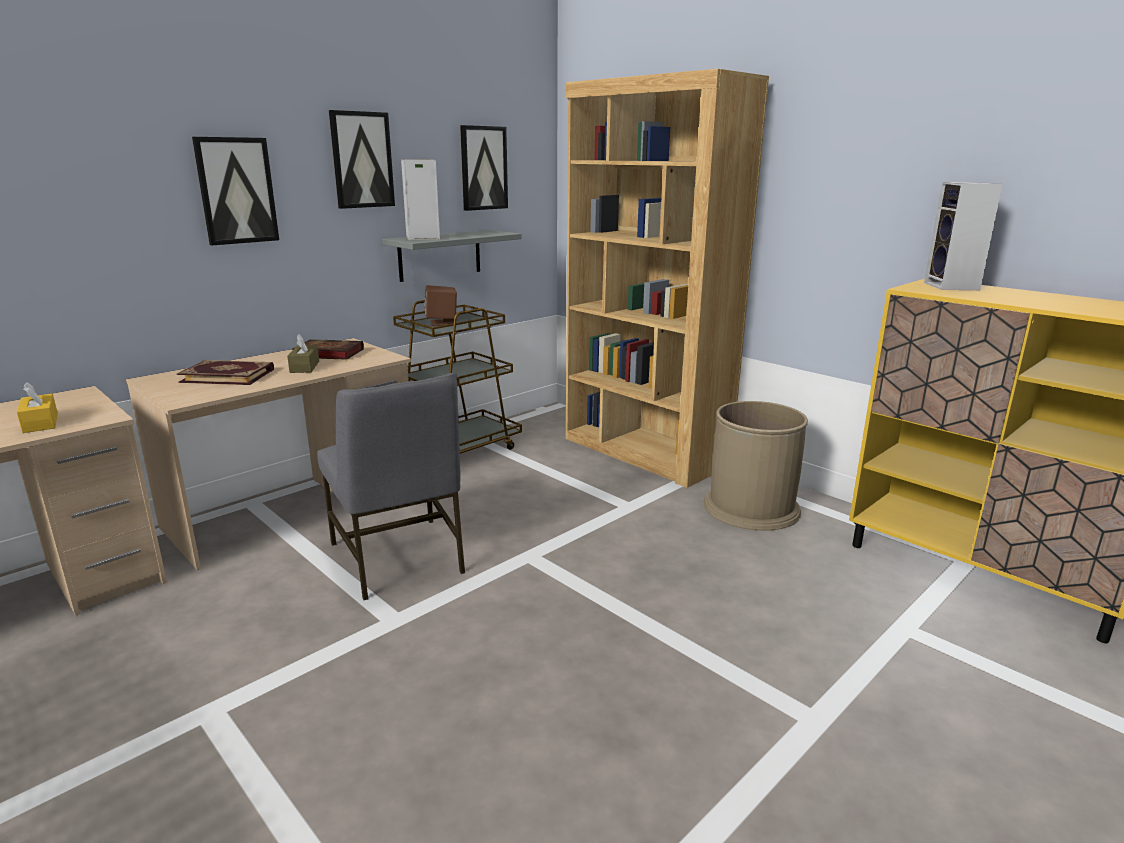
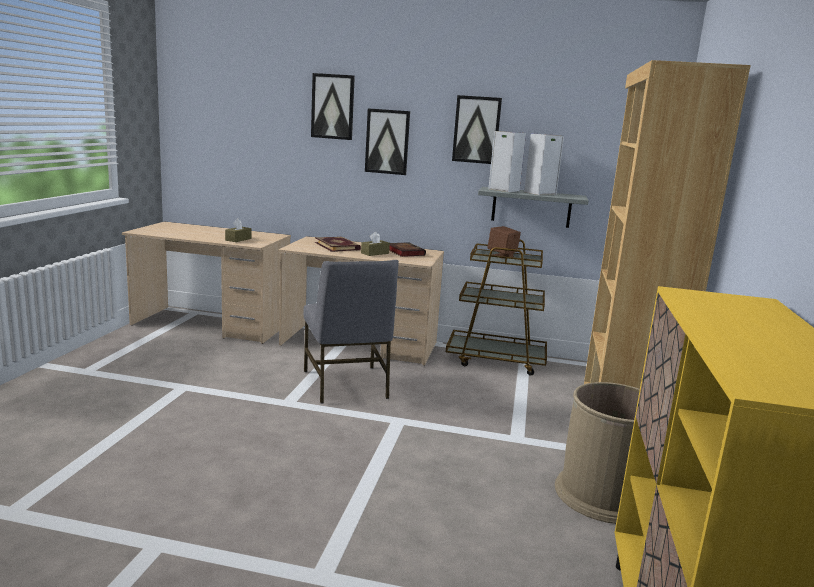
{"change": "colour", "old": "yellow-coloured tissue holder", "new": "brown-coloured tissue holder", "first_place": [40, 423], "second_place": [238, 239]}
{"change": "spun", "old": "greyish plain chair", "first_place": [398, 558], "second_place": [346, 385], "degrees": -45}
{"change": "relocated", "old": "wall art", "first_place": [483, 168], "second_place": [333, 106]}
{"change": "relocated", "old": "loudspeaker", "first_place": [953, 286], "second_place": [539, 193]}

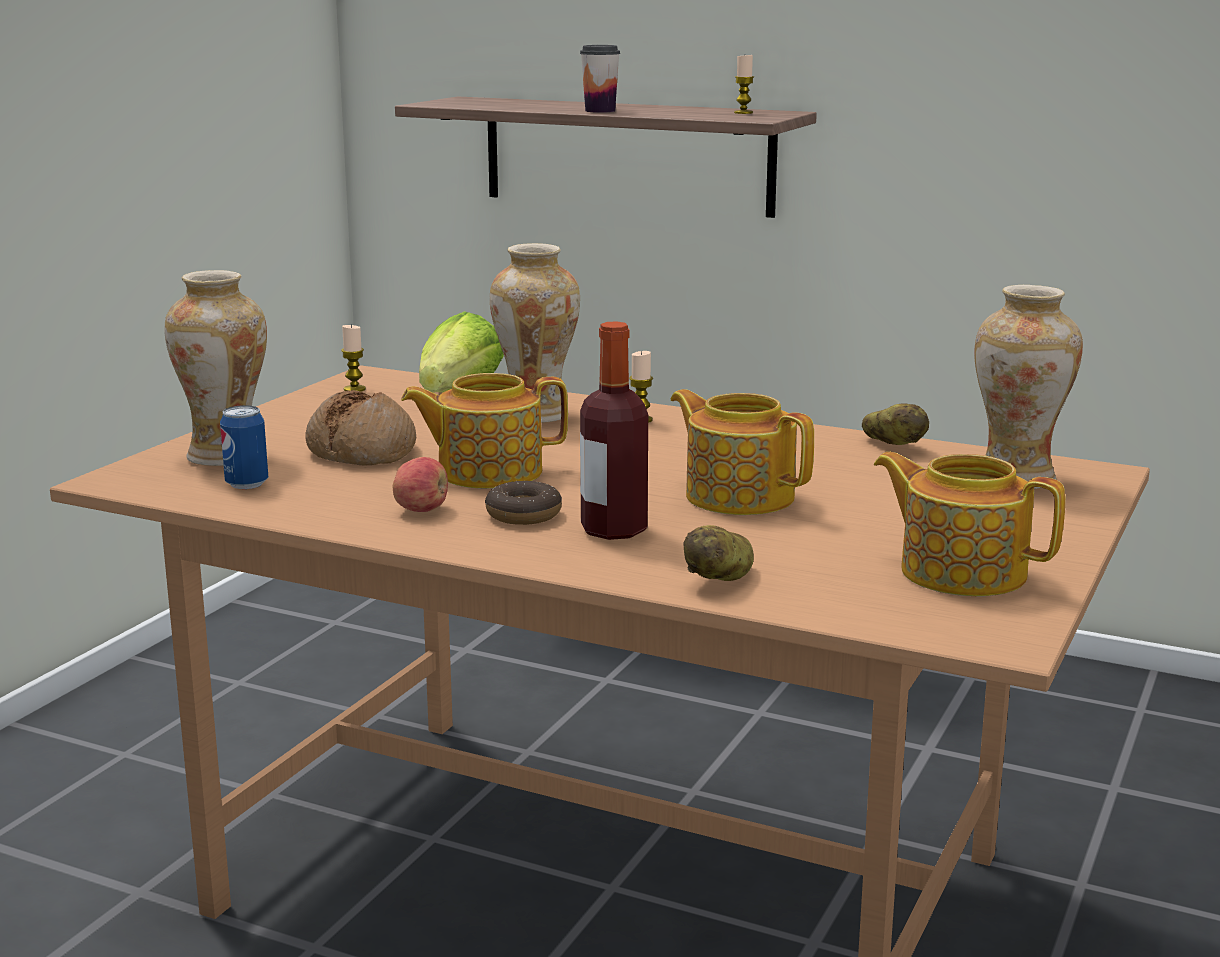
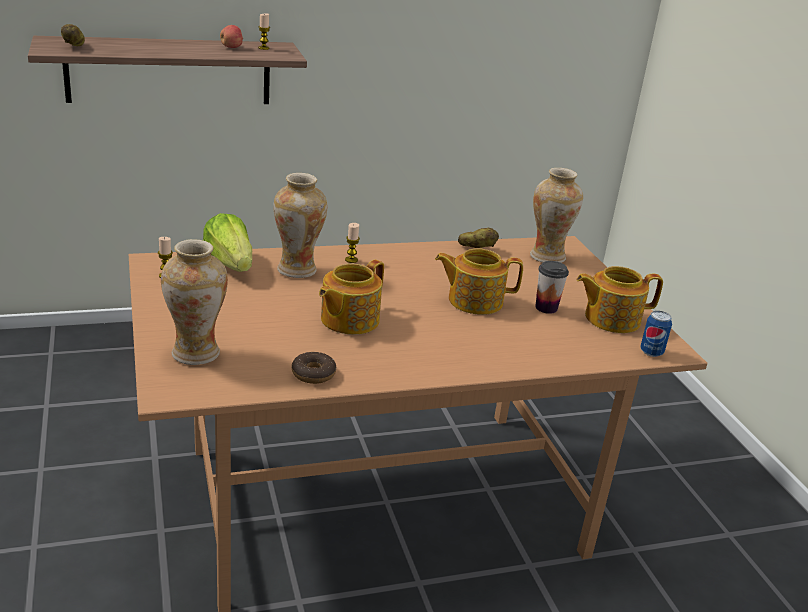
{"change": "relocated", "old": "sealed can", "first_place": [247, 484], "second_place": [651, 352]}
{"change": "missing", "old": "bakery bread", "first_place": [362, 451]}
{"change": "relocated", "old": "whole apple", "first_place": [421, 510], "second_place": [231, 47]}
{"change": "relocated", "old": "doughnut", "first_place": [523, 515], "second_place": [313, 374]}
{"change": "relocated", "old": "drinking cup", "first_place": [600, 111], "second_place": [546, 308]}
{"change": "missing", "old": "bottle", "first_place": [613, 530]}
{"change": "relocated", "old": "whole potato", "first_place": [721, 579], "second_place": [74, 46]}

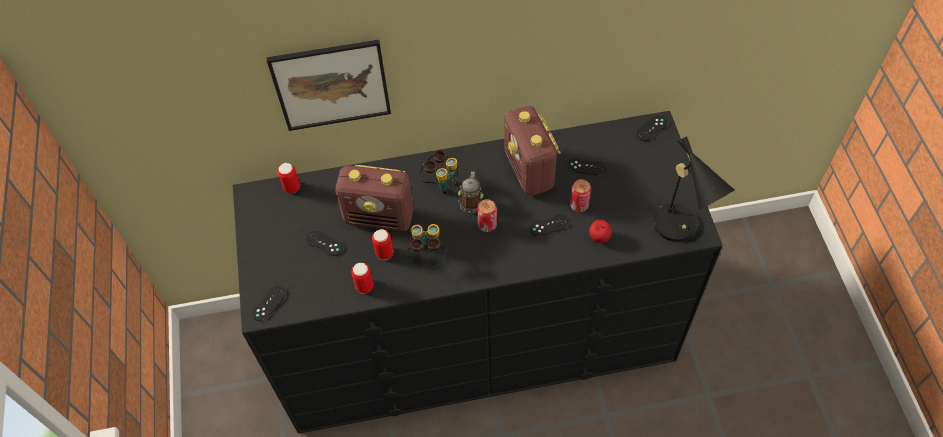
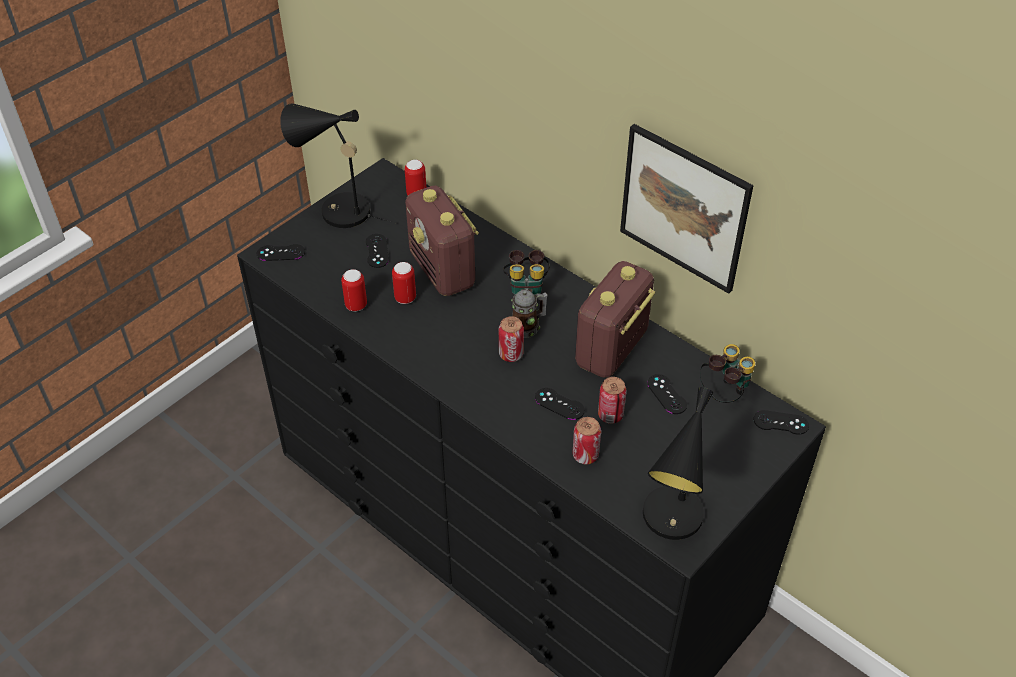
{"change": "relocated", "old": "wall art", "first_place": [331, 85], "second_place": [684, 208]}
{"change": "relocated", "old": "pair of binoculars", "first_place": [427, 257], "second_place": [723, 394]}
{"change": "exchanged", "old": "whole apple", "new": "sealed can", "first_place": [599, 238], "second_place": [585, 455]}
{"change": "appeared", "new": "black-coloured lamp for a table", "second_place": [338, 211]}

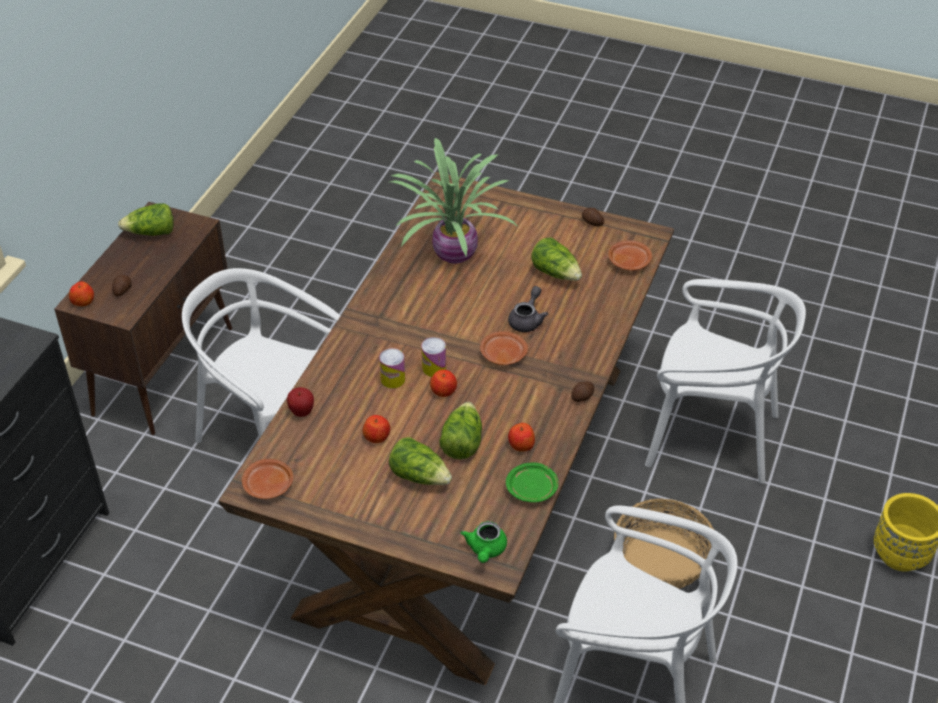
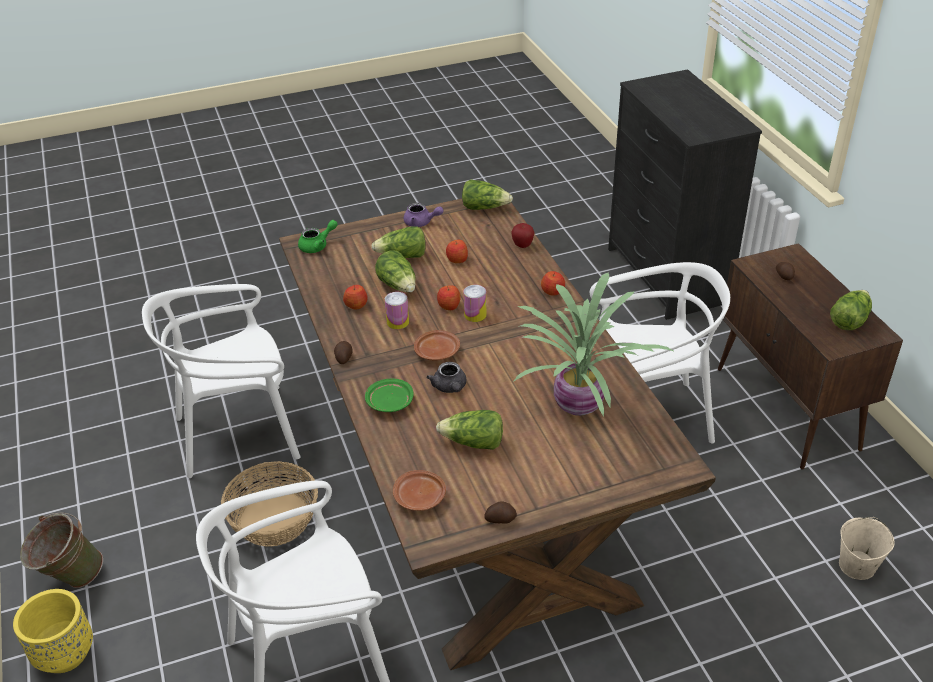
{"change": "relocated", "old": "whole apple", "first_place": [83, 301], "second_place": [553, 291]}
{"change": "exchanged", "old": "brown-coloured dinner plate", "new": "head of lettuce", "first_place": [268, 486], "second_place": [484, 207]}
{"change": "relocated", "old": "sealed can", "first_place": [393, 379], "second_place": [397, 322]}
{"change": "spun", "old": "green-coloured pot for tea", "first_place": [485, 550], "second_place": [317, 246], "degrees": 90}
{"change": "relocated", "old": "green-coloured dinner plate", "first_place": [532, 488], "second_place": [389, 402]}
{"change": "appeared", "new": "green-coloured water bucket", "second_place": [70, 578]}
{"change": "appeared", "new": "purple-coloured pot for tea", "second_place": [421, 223]}
{"change": "appeared", "new": "beige-coloured water bucket", "second_place": [857, 566]}

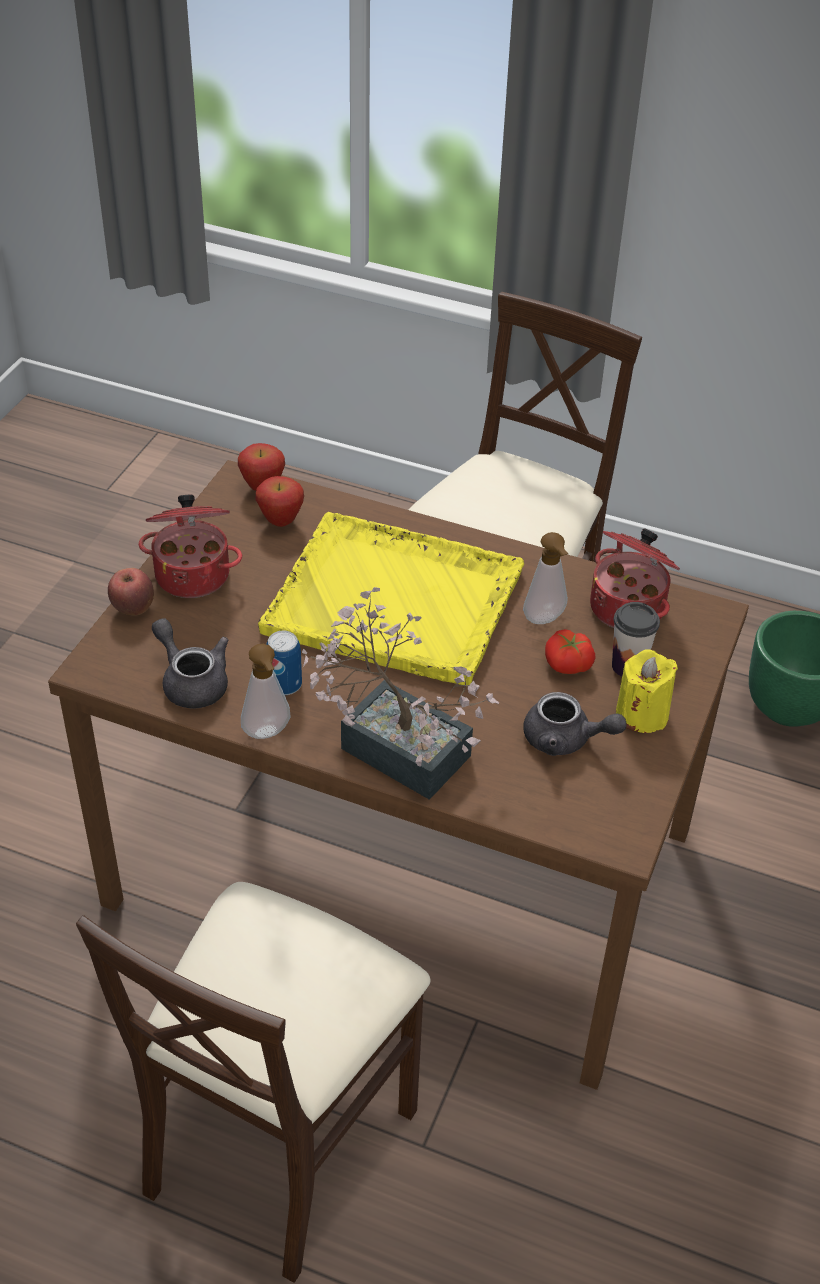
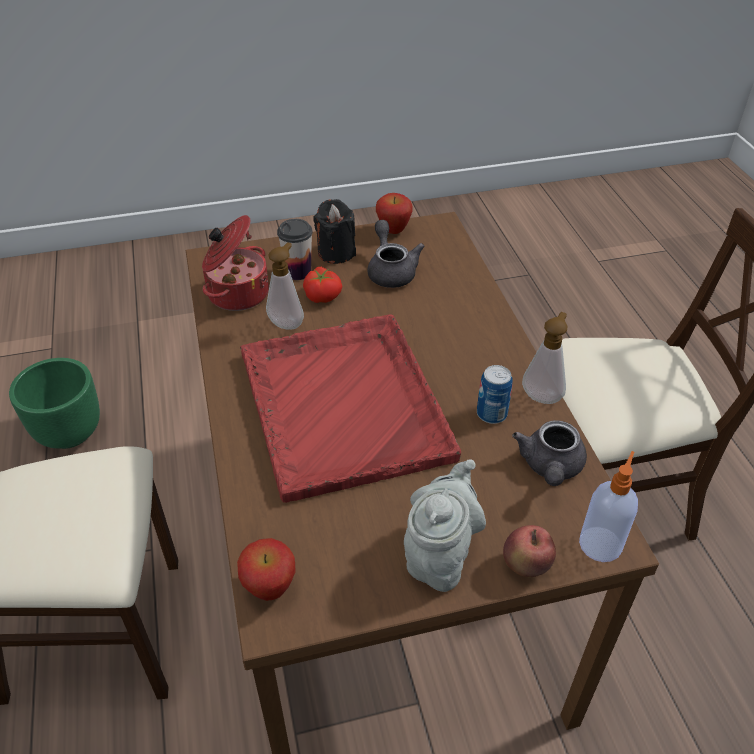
{"change": "exchanged", "old": "stockpot", "new": "greyish pot for tea", "first_place": [193, 574], "second_place": [440, 555]}
{"change": "relocated", "old": "whole apple", "first_place": [281, 521], "second_place": [393, 231]}
{"change": "colour", "old": "yellow-coloured carrying tray", "new": "red carrying tray", "first_place": [396, 602], "second_place": [343, 403]}
{"change": "missing", "old": "potted plant", "first_place": [394, 744]}
{"change": "colour", "old": "yellow-coloured candle", "new": "black-coloured candle", "first_place": [642, 714], "second_place": [336, 252]}
{"change": "appeared", "new": "soap bottle", "second_place": [601, 543]}

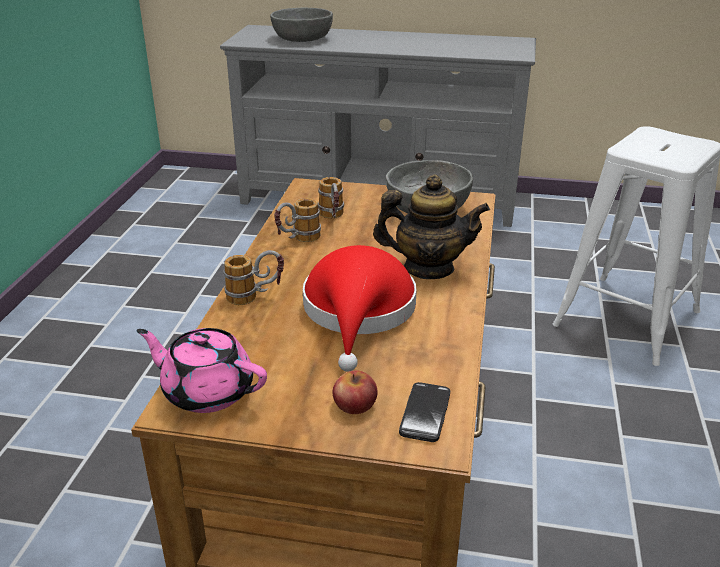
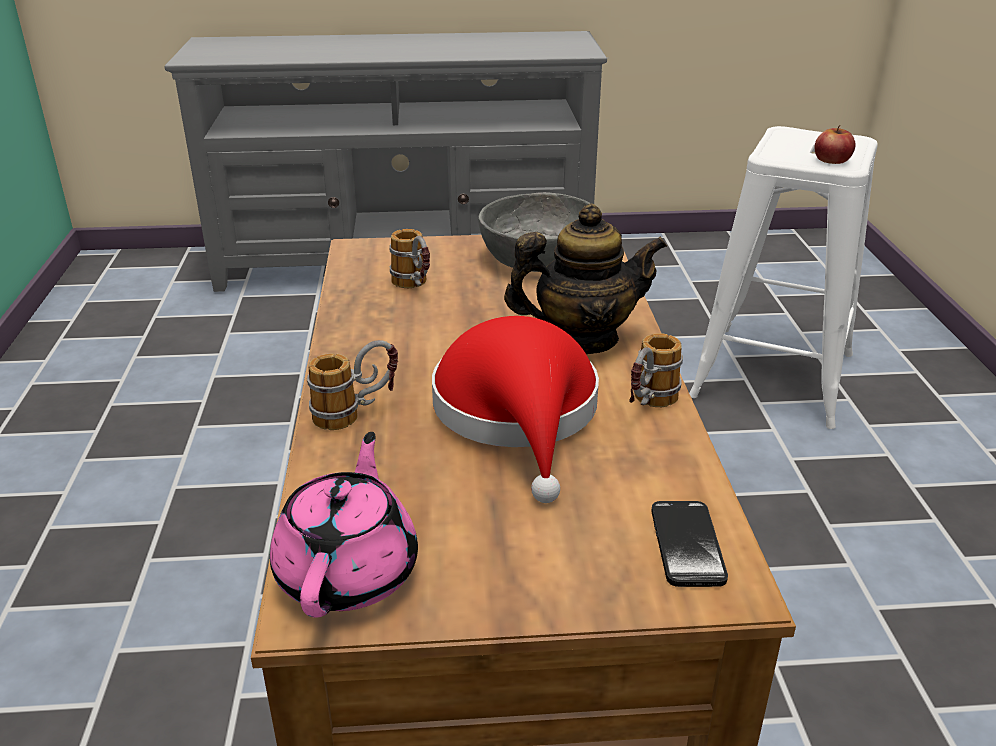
{"change": "spun", "old": "pinkish pot for tea", "first_place": [207, 391], "second_place": [349, 571], "degrees": 90}
{"change": "missing", "old": "greyish bowl", "first_place": [302, 38]}
{"change": "relocated", "old": "tea mug", "first_place": [297, 240], "second_place": [647, 406]}
{"change": "relocated", "old": "whole apple", "first_place": [355, 404], "second_place": [832, 160]}

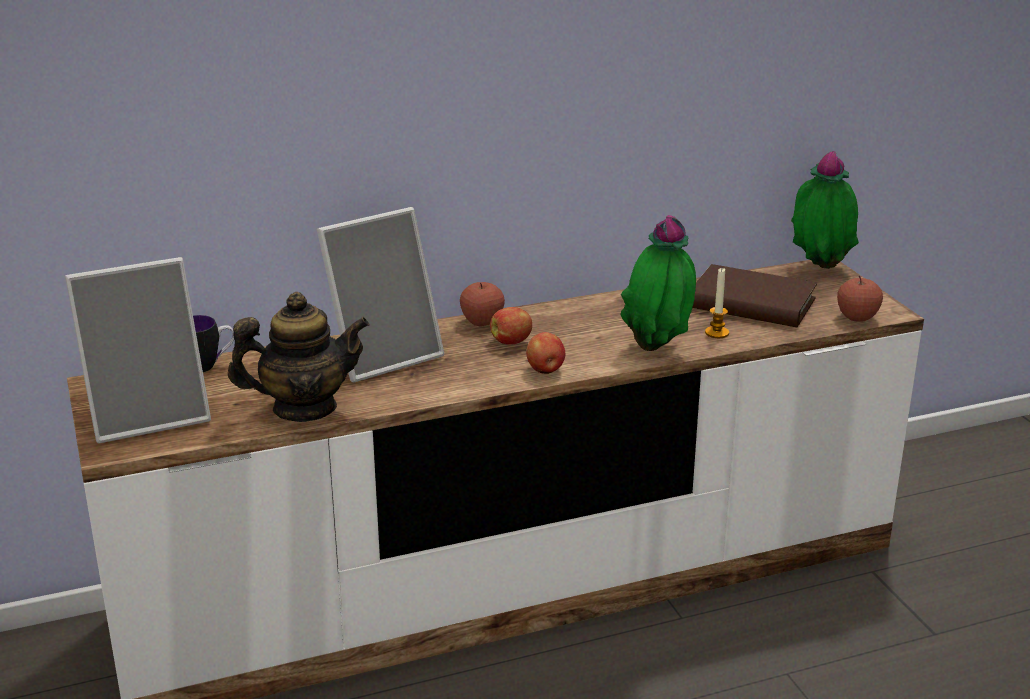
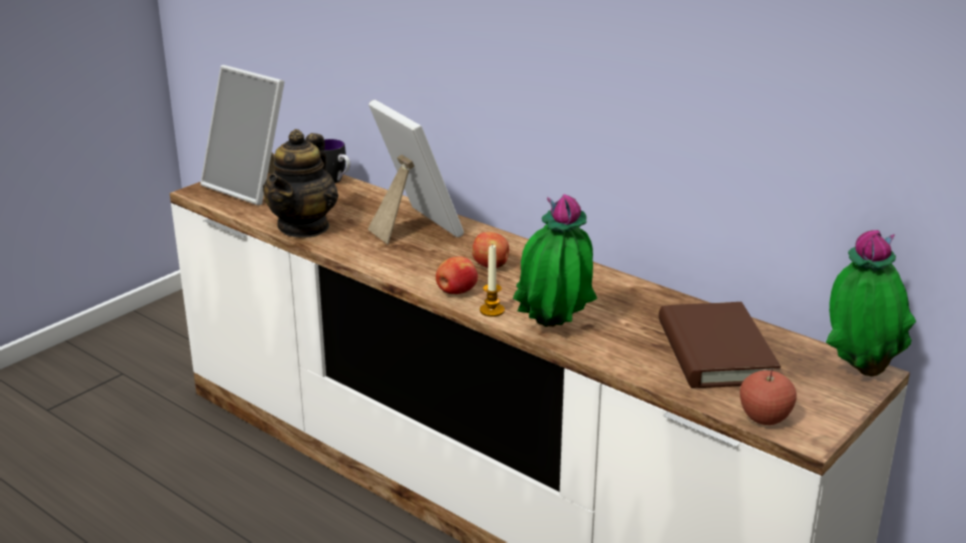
{"change": "spun", "old": "pot for tea", "first_place": [304, 408], "second_place": [304, 227], "degrees": 60}
{"change": "spun", "old": "photo frame", "first_place": [382, 356], "second_place": [411, 228], "degrees": -150}
{"change": "missing", "old": "whole apple", "first_place": [482, 322]}
{"change": "relocated", "old": "candle", "first_place": [717, 333], "second_place": [492, 310]}

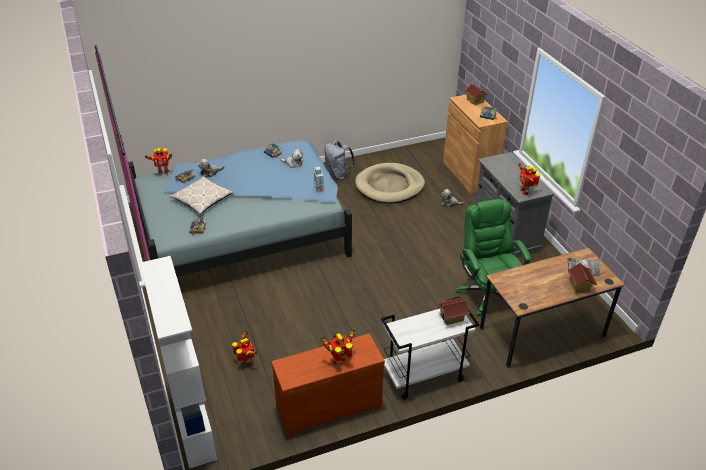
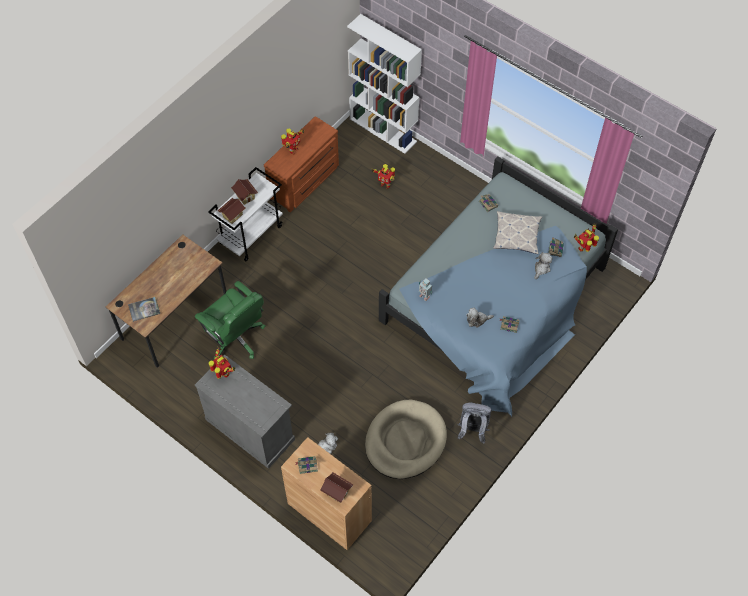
{"change": "relocated", "old": "miniature house", "first_place": [579, 286], "second_place": [245, 196]}

